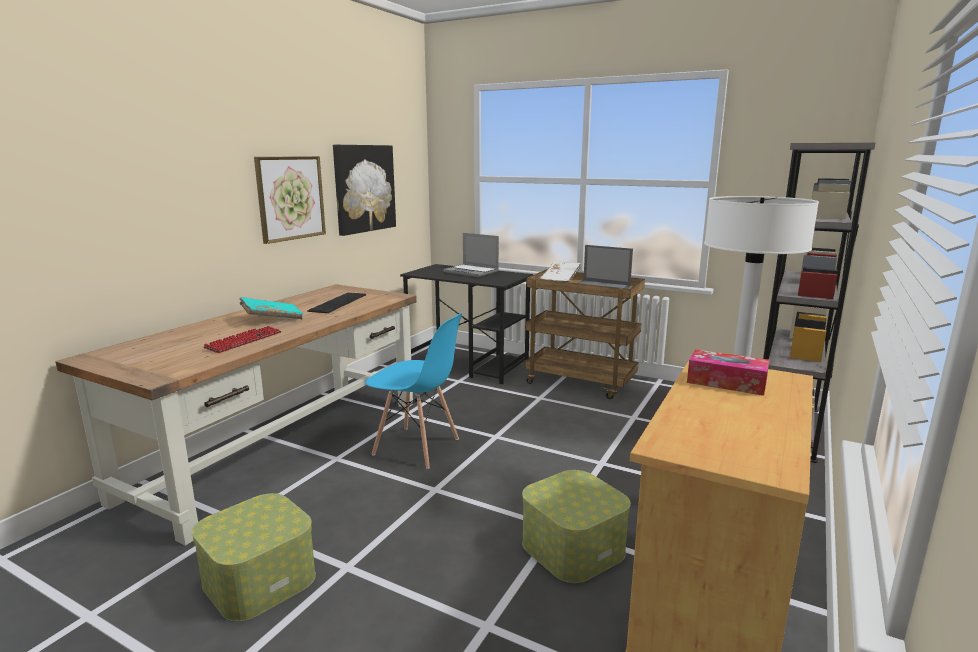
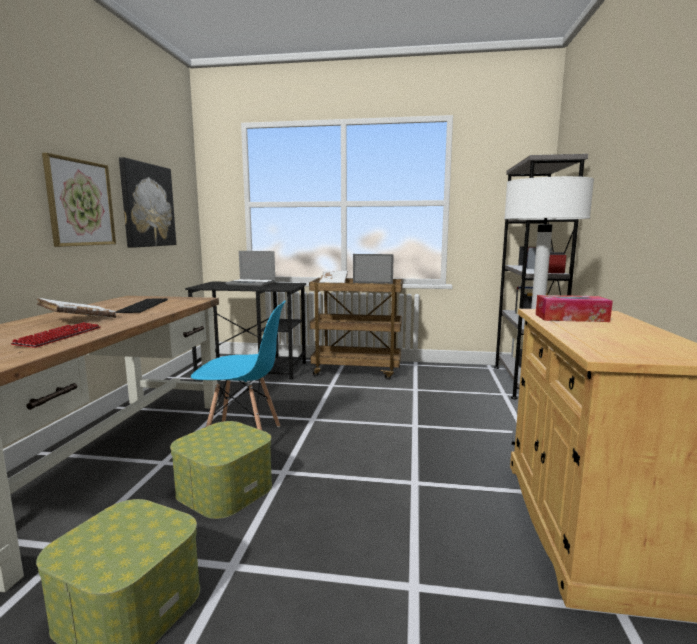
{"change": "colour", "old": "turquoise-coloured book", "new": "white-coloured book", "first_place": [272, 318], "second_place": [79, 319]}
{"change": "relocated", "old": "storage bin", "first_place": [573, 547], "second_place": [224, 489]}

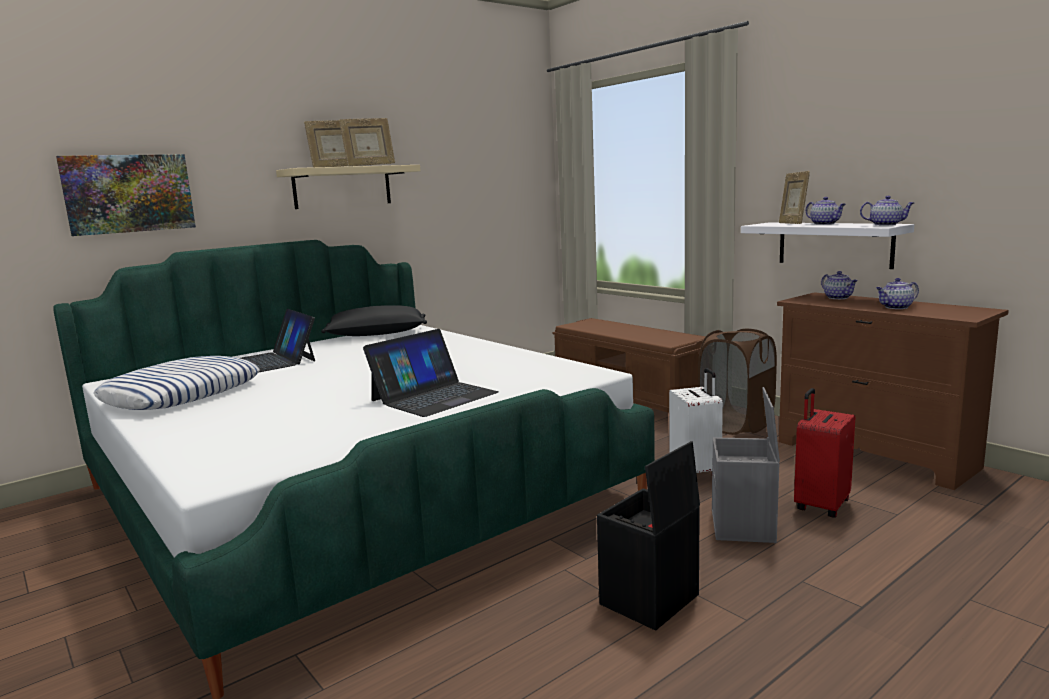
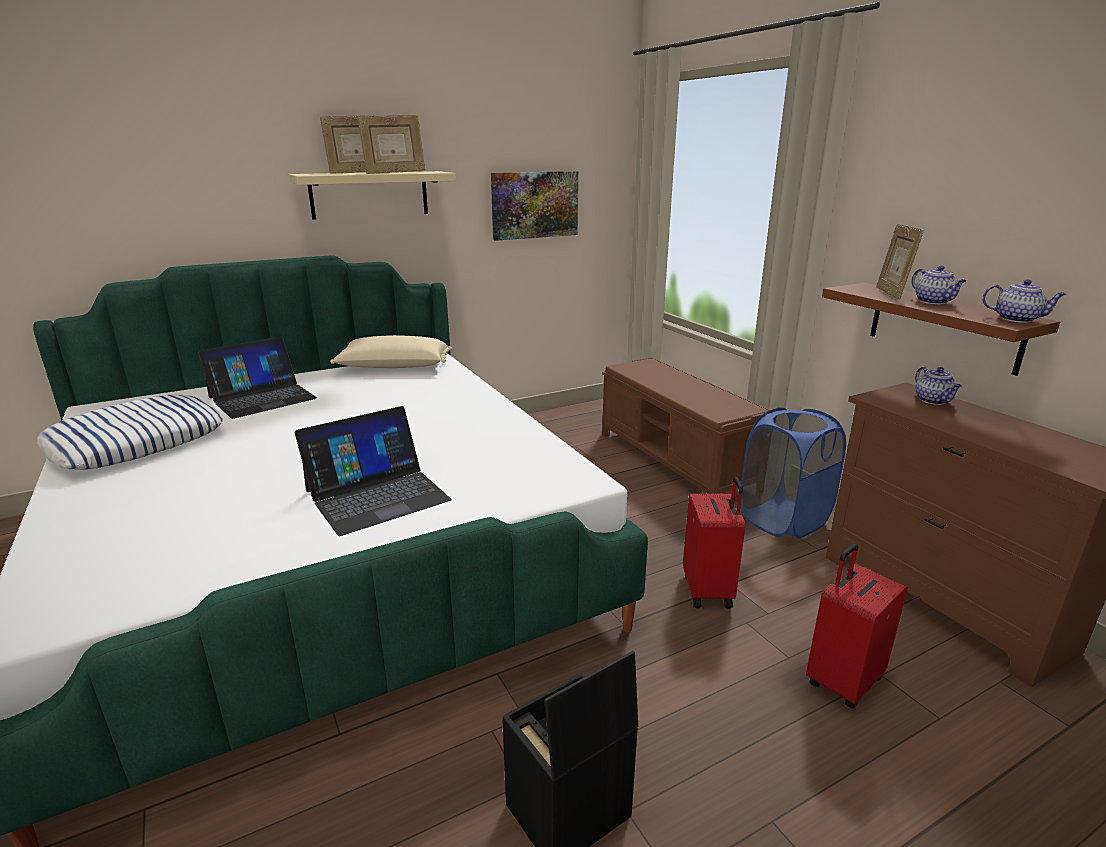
{"change": "relocated", "old": "wall art", "first_place": [129, 193], "second_place": [534, 205]}
{"change": "spun", "old": "portable computer", "first_place": [271, 361], "second_place": [262, 397], "degrees": -105}
{"change": "colour", "old": "black-coloured pillow", "new": "beige-coloured pillow", "first_place": [376, 335], "second_place": [394, 368]}
{"change": "colour", "old": "white-coloured piece of luggage", "new": "red piece of luggage", "first_place": [696, 471], "second_place": [709, 591]}
{"change": "colour", "old": "brown-coloured hamper", "new": "bluish hamper", "first_place": [736, 425], "second_place": [783, 519]}
{"change": "missing", "old": "greyish storage bin", "first_place": [744, 526]}
{"change": "colour", "old": "white-coloured wall shelf", "new": "brown-coloured wall shelf", "first_place": [834, 244], "second_place": [943, 327]}
{"change": "missing", "old": "pot for tea", "first_place": [895, 307]}

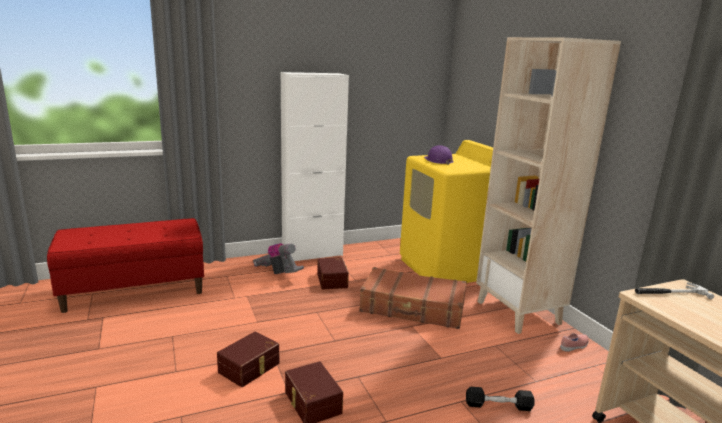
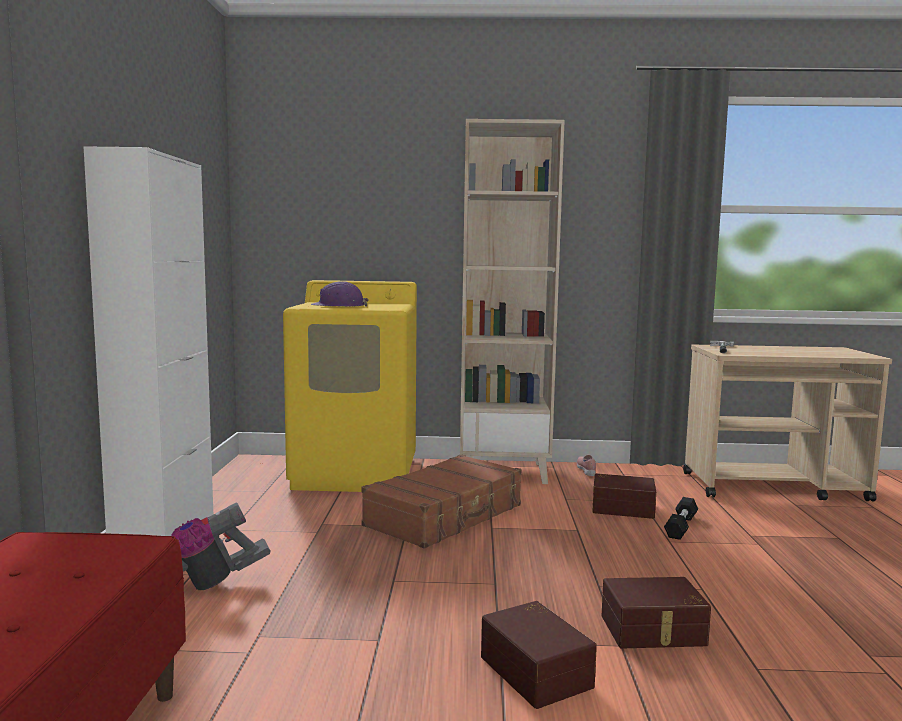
{"change": "relocated", "old": "brown-coloured storage bin", "first_place": [333, 280], "second_place": [622, 508]}

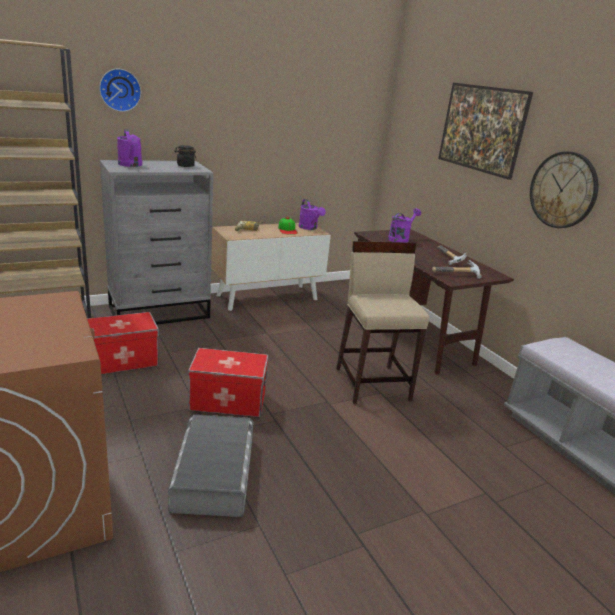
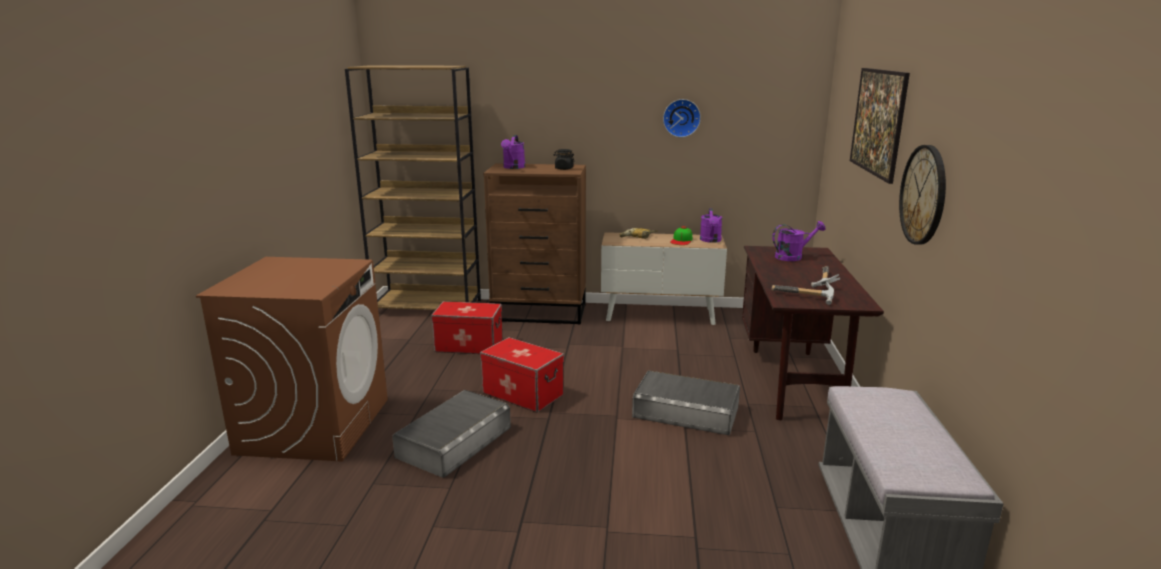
{"change": "relocated", "old": "wall clock", "first_place": [119, 90], "second_place": [681, 118]}
{"change": "colour", "old": "greyish drawer chest", "new": "brown-coloured drawer chest", "first_place": [160, 312], "second_place": [540, 313]}
{"change": "exchanged", "old": "beige-coloured stool seat", "new": "greyish storage bin", "first_place": [373, 383], "second_place": [686, 411]}

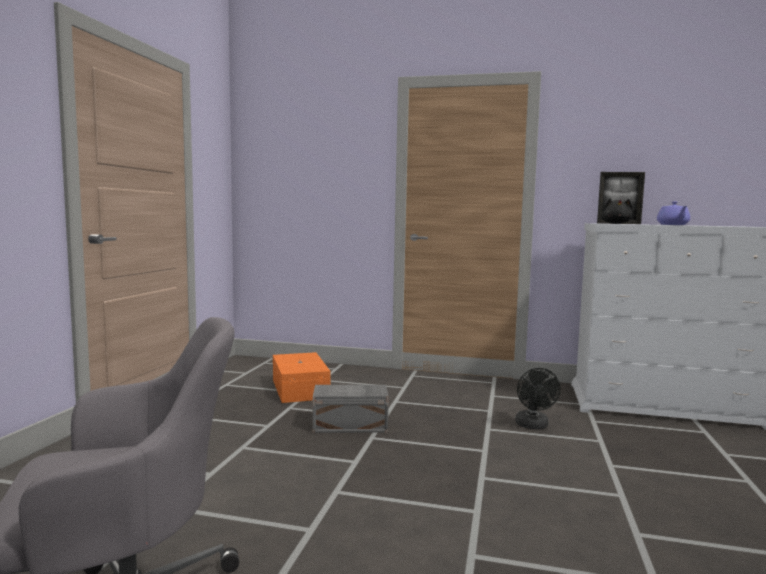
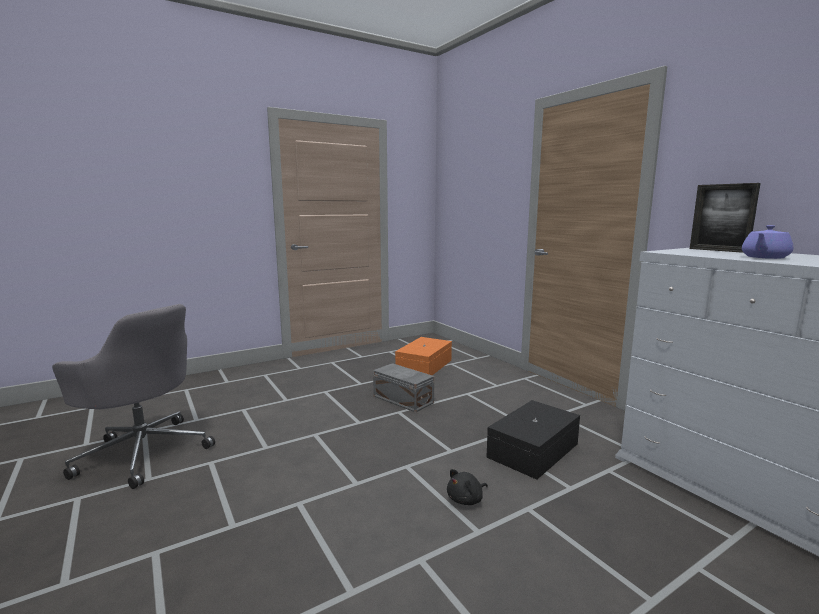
{"change": "exchanged", "old": "black-coloured electric fan", "new": "black-coloured storage bin", "first_place": [533, 426], "second_place": [535, 450]}
{"change": "relocated", "old": "black-coloured soft toy", "first_place": [616, 223], "second_place": [466, 499]}

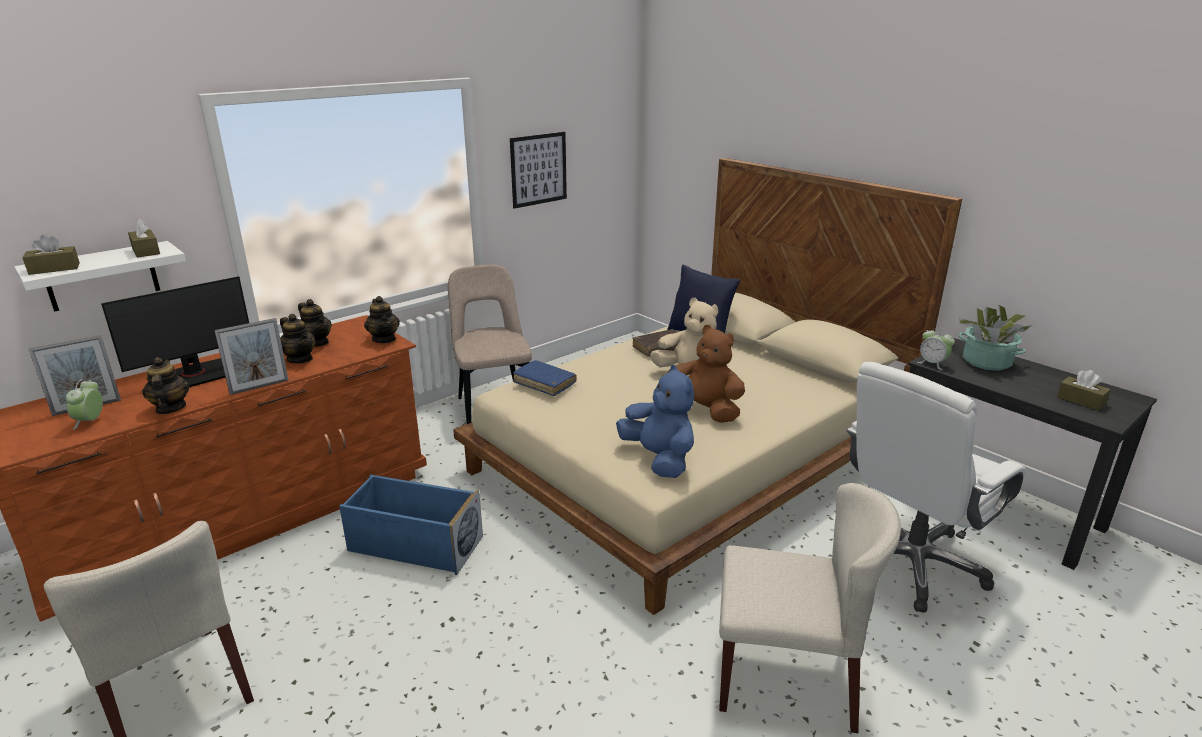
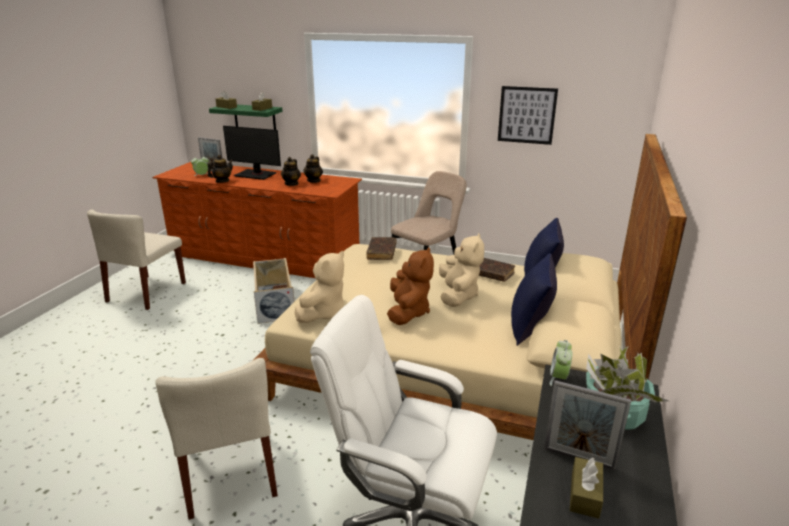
{"change": "colour", "old": "white-coloured wall shelf", "new": "green-coloured wall shelf", "first_place": [102, 276], "second_place": [254, 117]}
{"change": "relocated", "old": "photo frame", "first_place": [259, 387], "second_place": [579, 458]}
{"change": "colour", "old": "bluish storage bin", "new": "beige-coloured storage bin", "first_place": [414, 544], "second_place": [274, 303]}
{"change": "missing", "old": "pot for tea", "first_place": [384, 339]}
{"change": "colour", "old": "bluish book", "new": "brown-coloured book", "first_place": [544, 383], "second_place": [381, 252]}
{"change": "colour", "old": "bluish soft toy", "new": "beige-coloured soft toy", "first_place": [659, 459], "second_place": [323, 313]}
{"change": "appeared", "new": "bluish pillow", "second_place": [530, 328]}

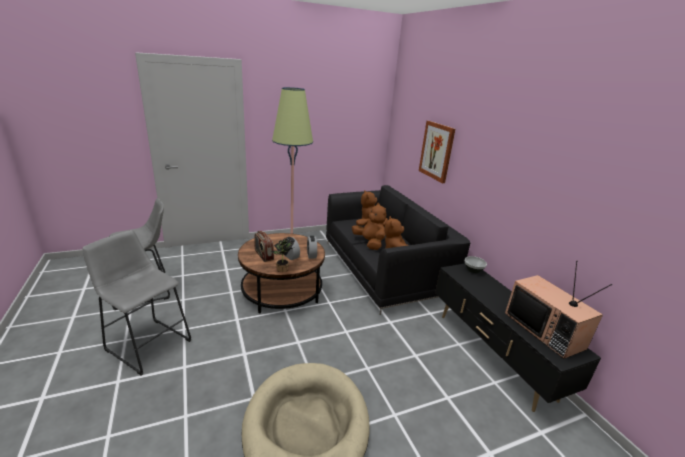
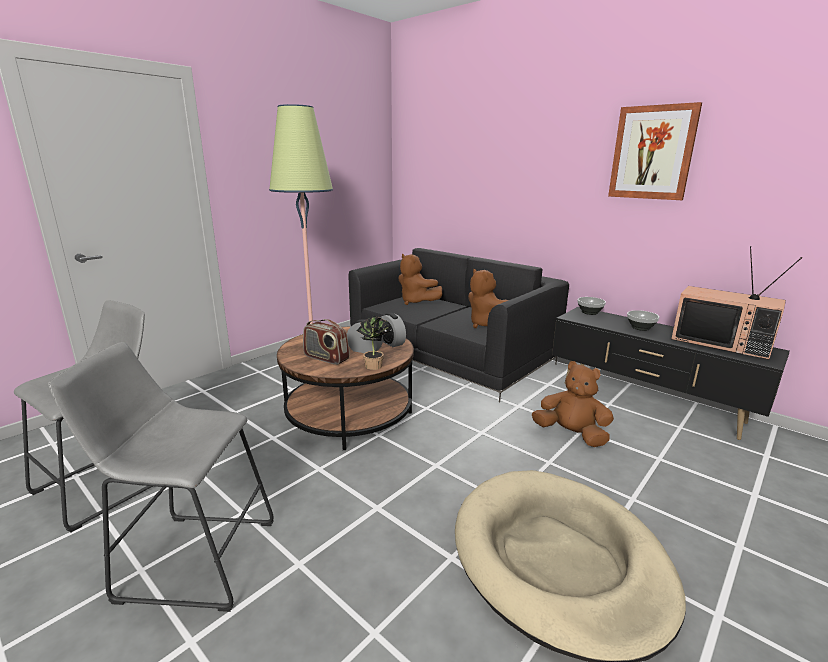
{"change": "relocated", "old": "brown-coloured soft toy", "first_place": [369, 243], "second_place": [571, 435]}
{"change": "relocated", "old": "wall art", "first_place": [436, 151], "second_place": [652, 153]}
{"change": "appeared", "new": "bowl", "second_place": [640, 328]}

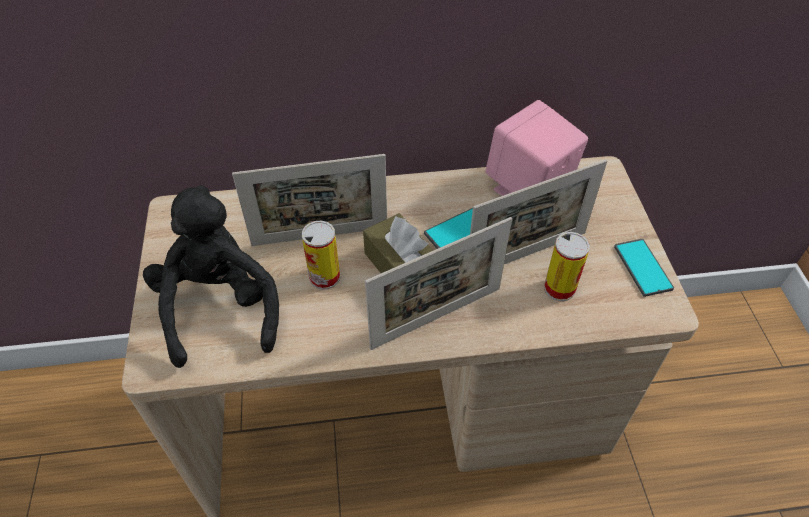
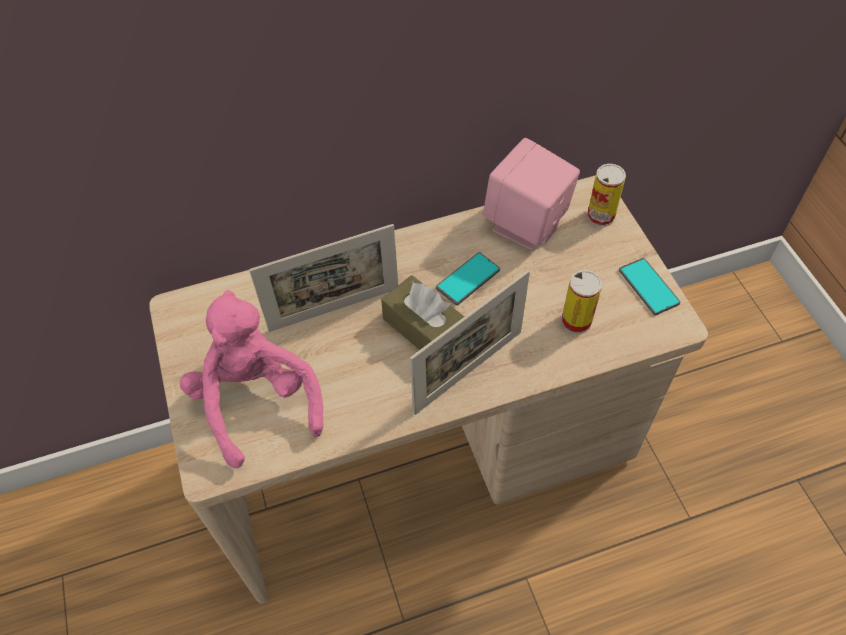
{"change": "colour", "old": "black-coloured soft toy", "new": "pinkish soft toy", "first_place": [220, 308], "second_place": [257, 401]}
{"change": "relocated", "old": "sealed can", "first_place": [324, 277], "second_place": [600, 216]}
{"change": "missing", "old": "photo frame", "first_place": [526, 255]}

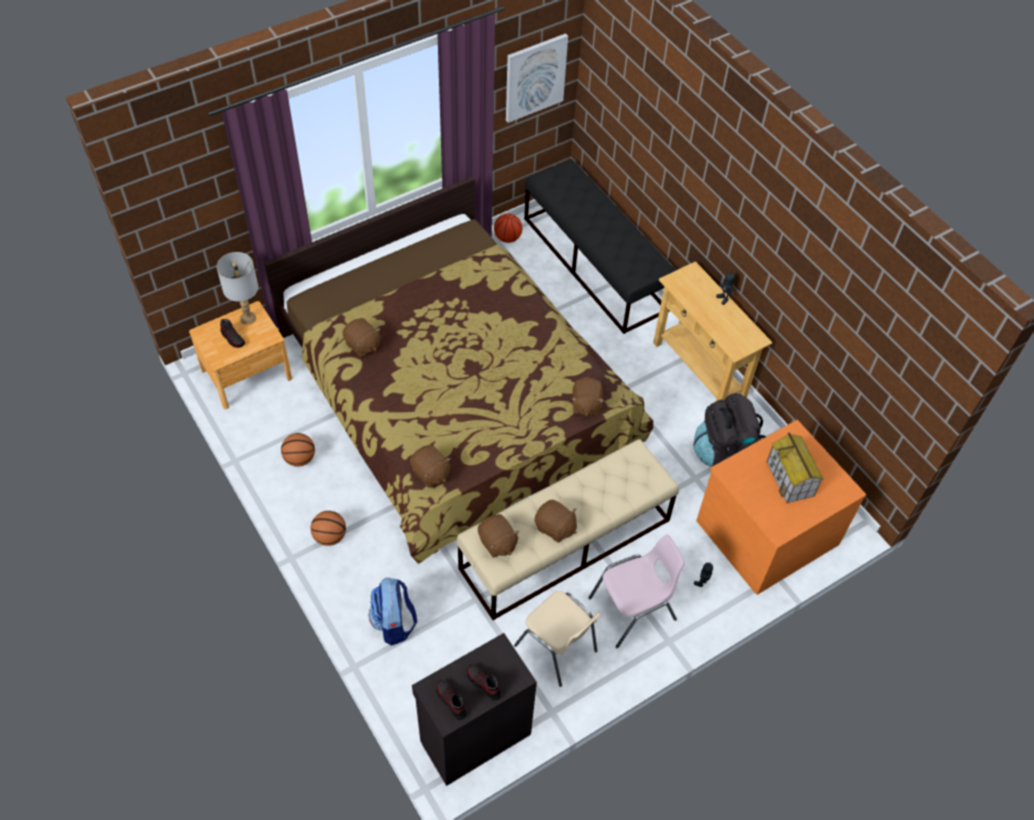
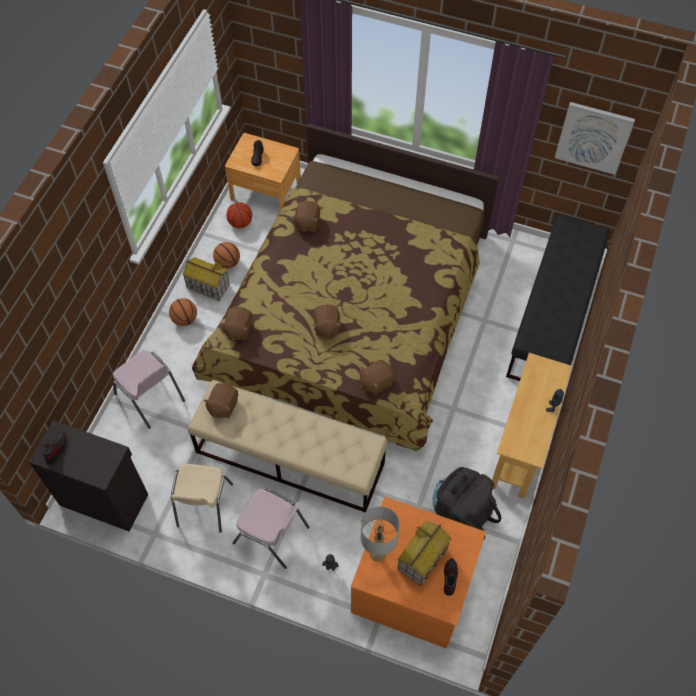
{"change": "relocated", "old": "greyish lamp for a table", "first_place": [247, 318], "second_place": [377, 553]}
{"change": "exchanged", "old": "knapsack", "new": "pinkish plain chair", "first_place": [394, 623], "second_place": [150, 398]}
{"change": "relocated", "old": "low shoe", "first_place": [484, 684], "second_place": [449, 578]}
{"change": "relocated", "old": "ball for basketball", "first_place": [507, 238], "second_place": [240, 223]}
{"change": "relocated", "old": "brown-coloured soft toy", "first_place": [555, 528], "second_place": [326, 327]}
{"change": "appeared", "new": "miniature house", "second_place": [207, 286]}

